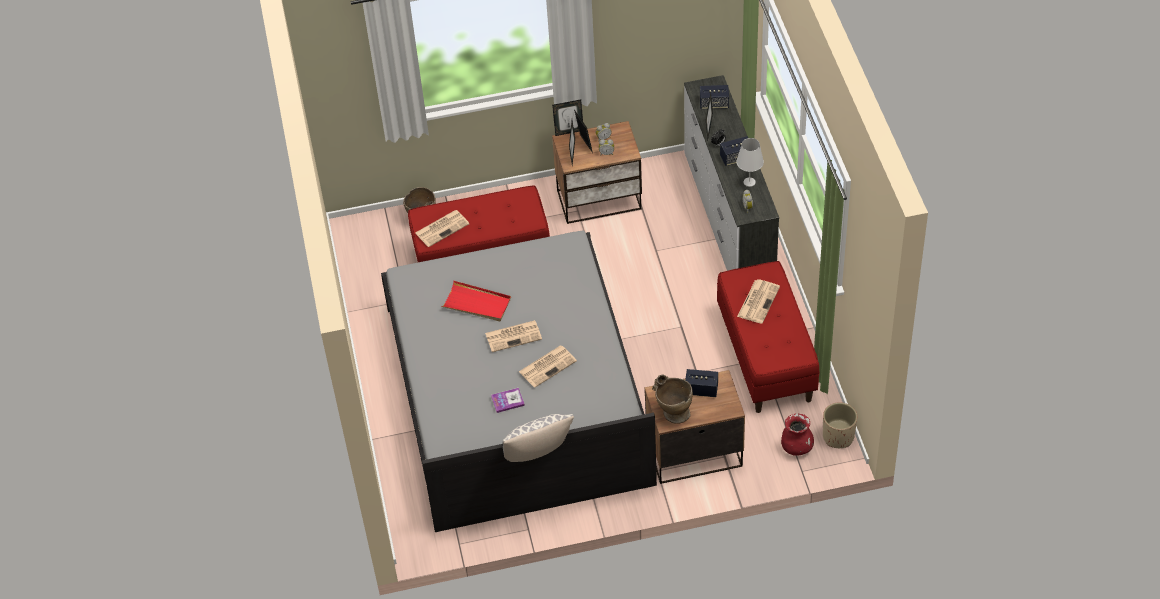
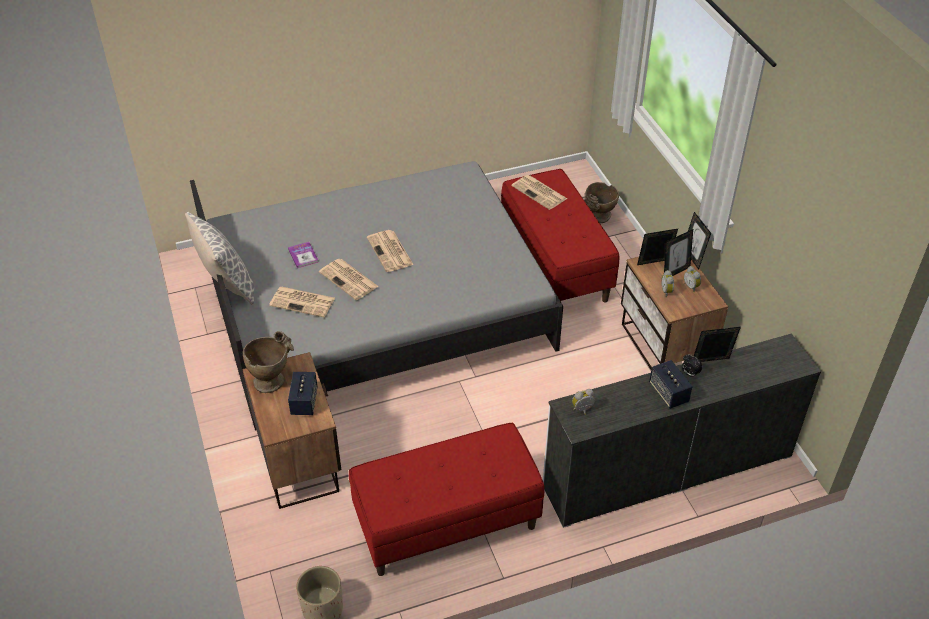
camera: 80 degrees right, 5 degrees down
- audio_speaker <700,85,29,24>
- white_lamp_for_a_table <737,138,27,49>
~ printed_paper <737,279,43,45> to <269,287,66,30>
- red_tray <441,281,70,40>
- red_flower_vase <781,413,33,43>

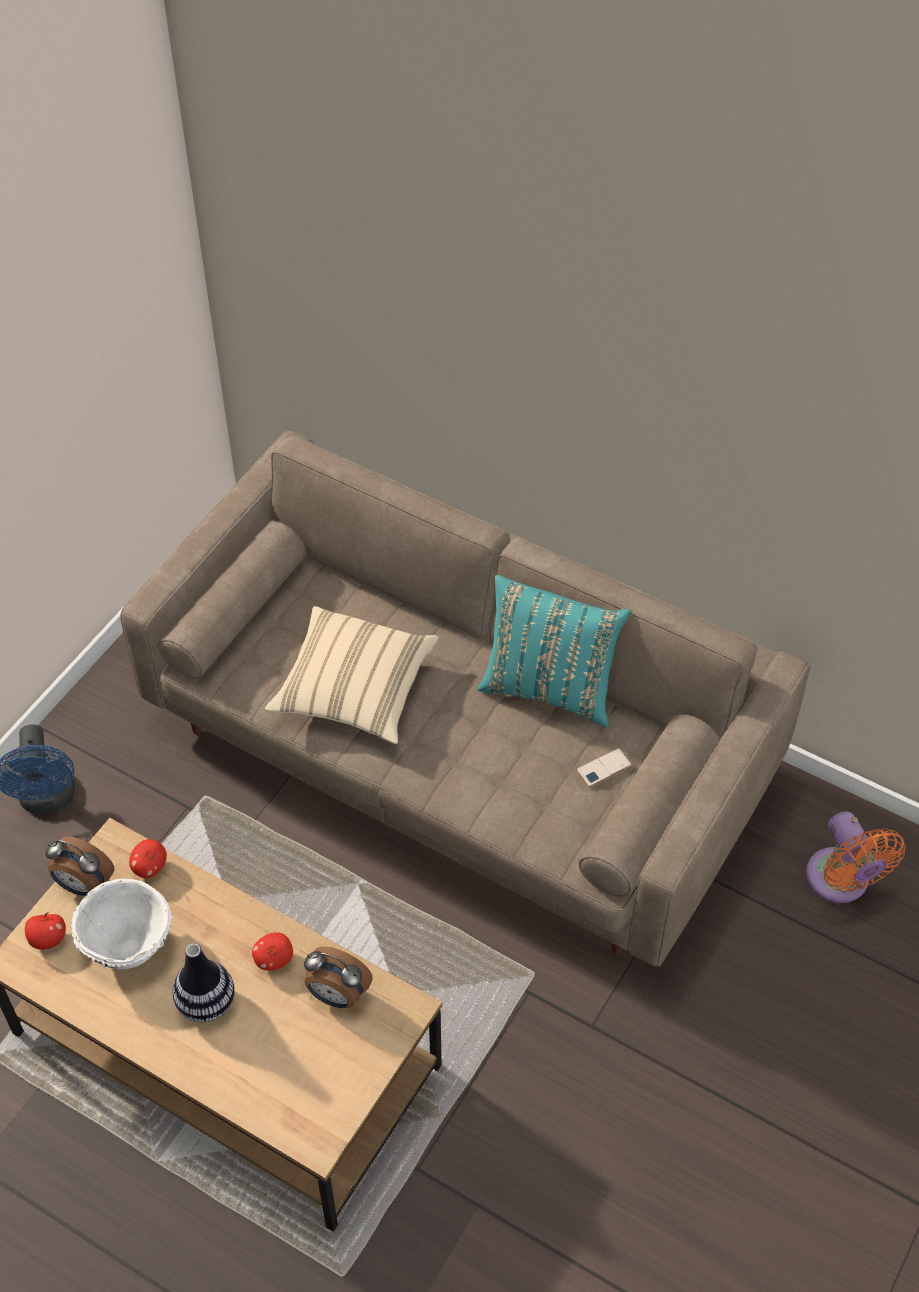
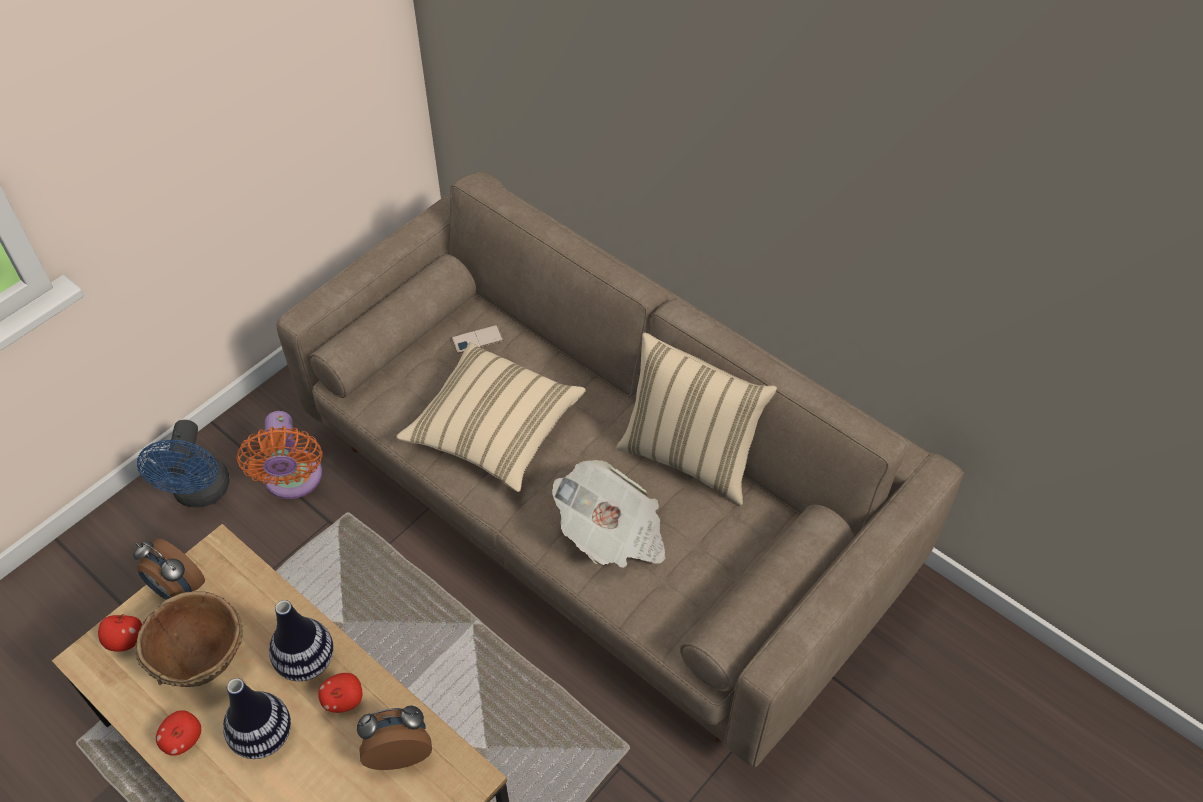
camera: 10 degrees right, 0 degrees up
~ turquoise_throw_pillow <477,575,153,152> to sand-coloured_throw_pillow <616,333,161,173>
~ handset <576,748,56,39> to <452,325,52,29>
~ orange-coloured_cooling_fan <806,811,99,92> to <236,411,87,88>
~ whole_apple <129,839,38,39> to <156,710,45,46>
~ white_serving_bowl <71,879,101,90> to brown-coloured_serving_bowl <135,591,108,96>
~ bedside_clock <304,947,69,61> = <357,706,75,64> 135 degrees clockwise
+ printed_paper <552,460,114,108>
+ flower_vase <269,600,65,81>

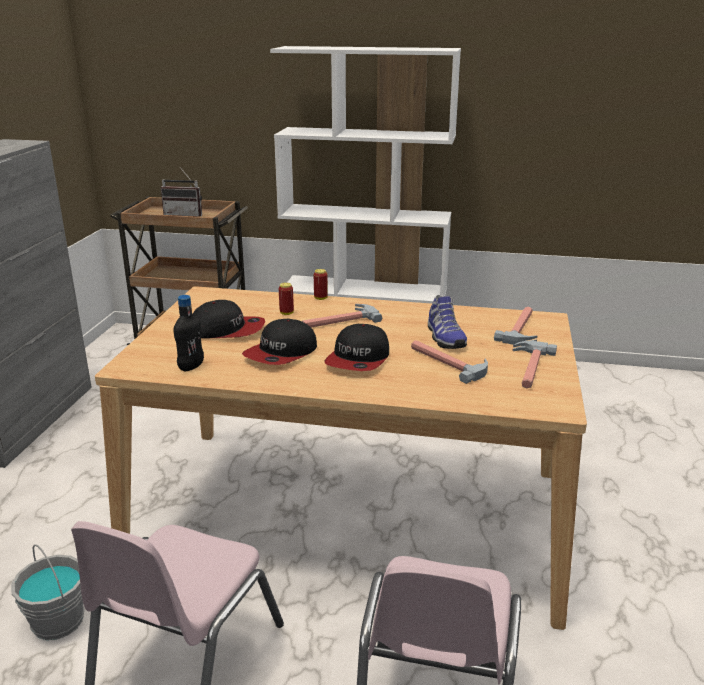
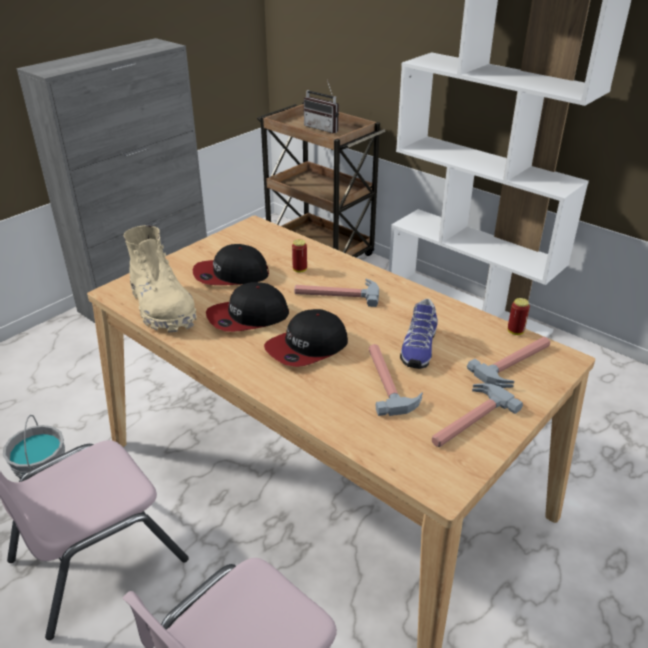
camera: 30 degrees right, 10 degrees up
~ metal_can <314,269,14,31> to <508,298,22,37>
~ blackish_bottle <174,295,30,76> to sand-coloured_tall_boot <124,225,73,108>
~ peaked_cap <193,300,72,39> = <193,244,76,41> 135 degrees clockwise

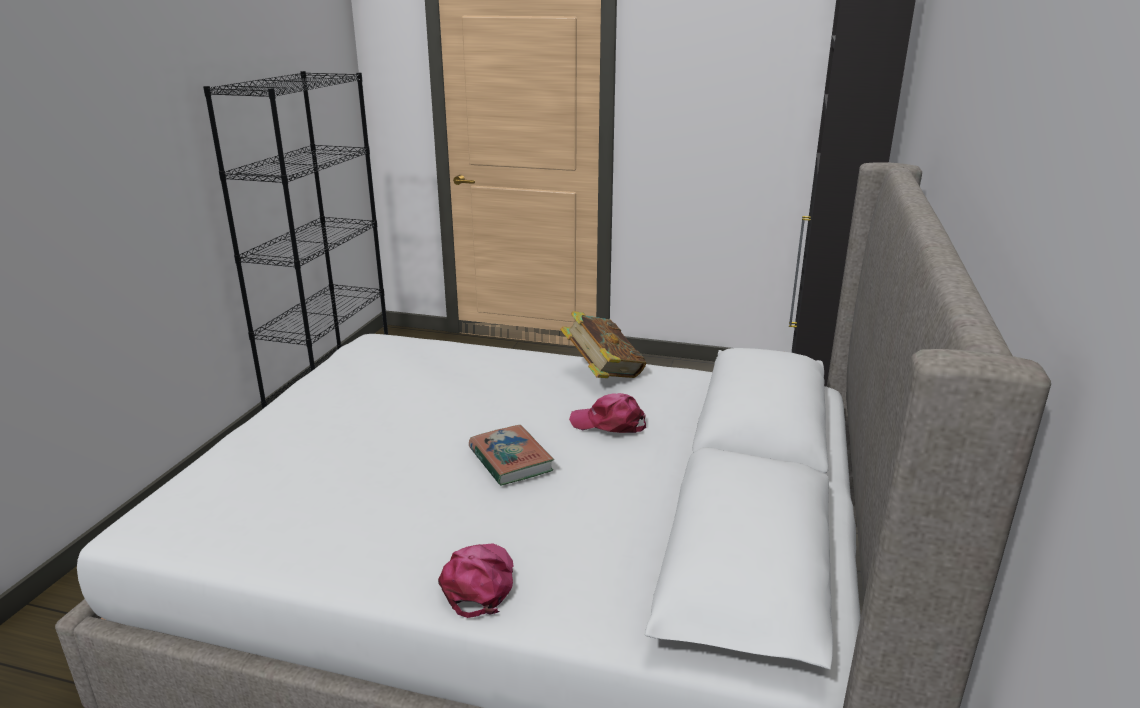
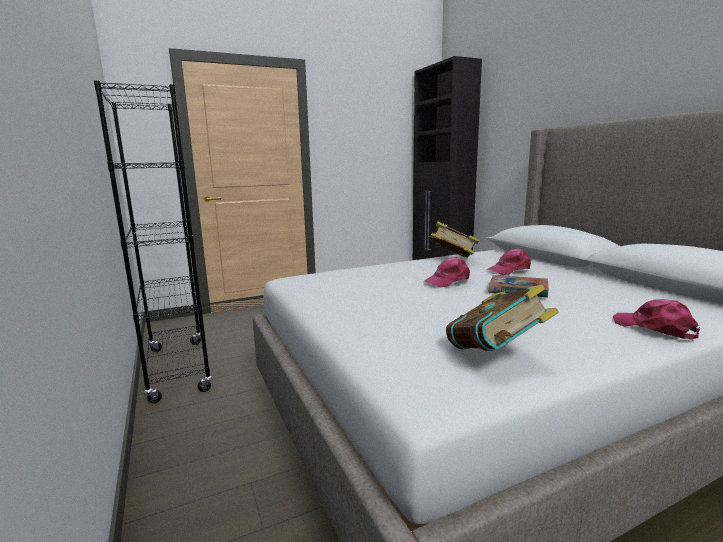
camera: 40 degrees left, 10 degrees down
+ pink_peaked_cap <423,257,47,30>
+ bound_book <446,285,112,66>

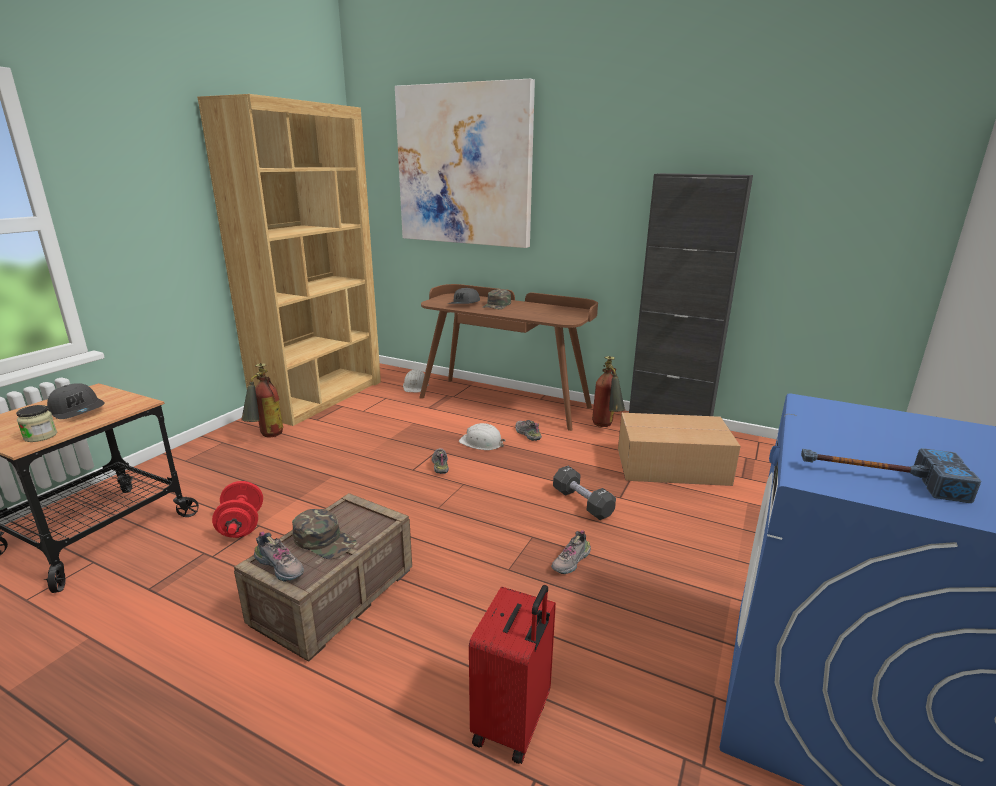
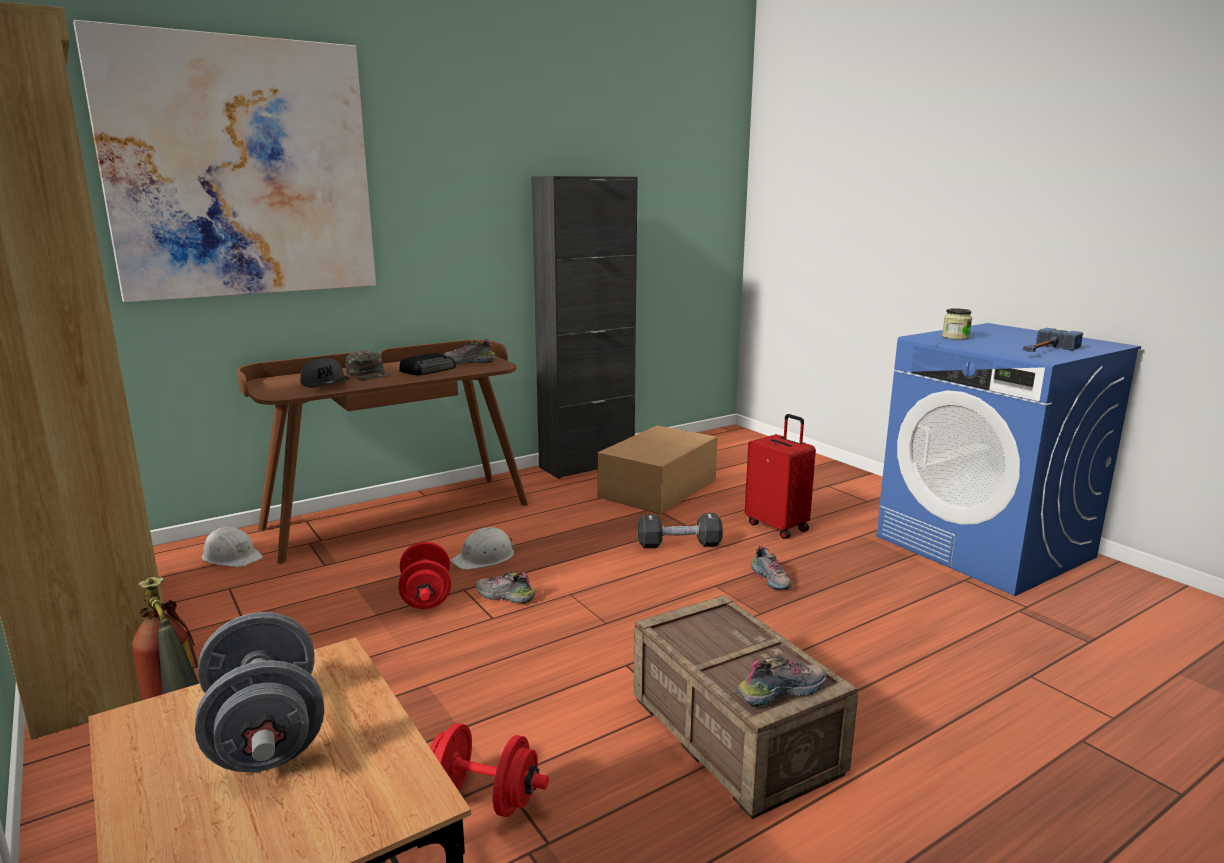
camera: 60 degrees left, 5 degrees down
- fire_extinguisher <592,356,33,71>
~ gray_peaked_cap <47,383,58,36> to gray_dumbbell <195,612,129,160>
~ jar <16,405,41,37> to <942,308,30,32>
~ low_shoe <515,420,27,21> to <444,339,51,25>
- greenish_peaked_cap <292,509,65,50>
~ red_suitcase <469,585,87,179> to <745,414,71,125>
+ radio_receiver <399,352,57,23>
+ red_dumbbell <398,542,53,67>

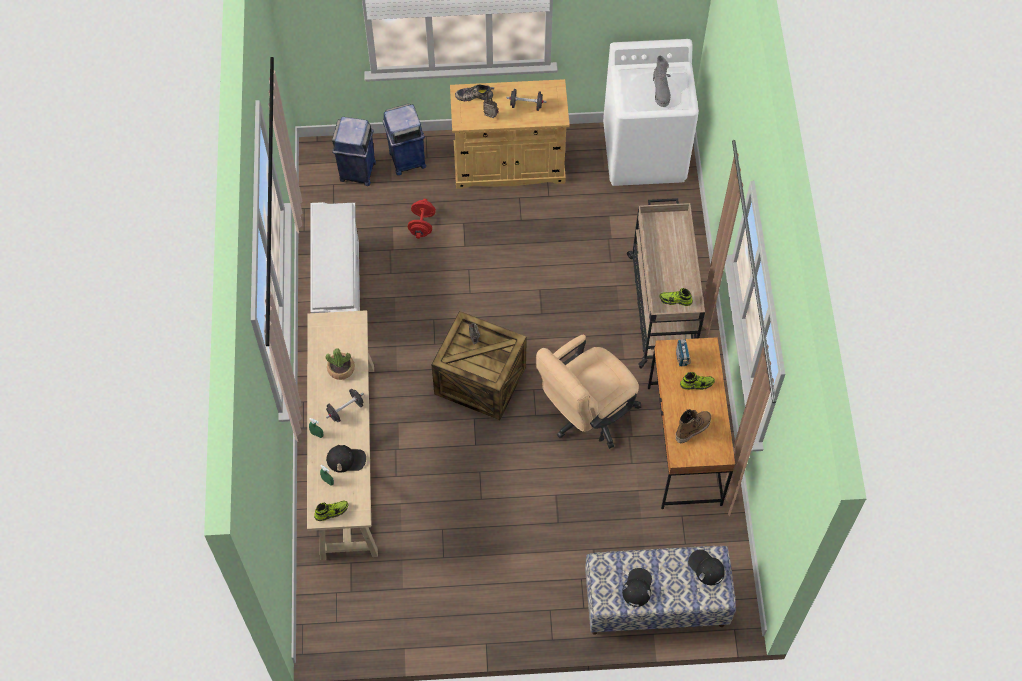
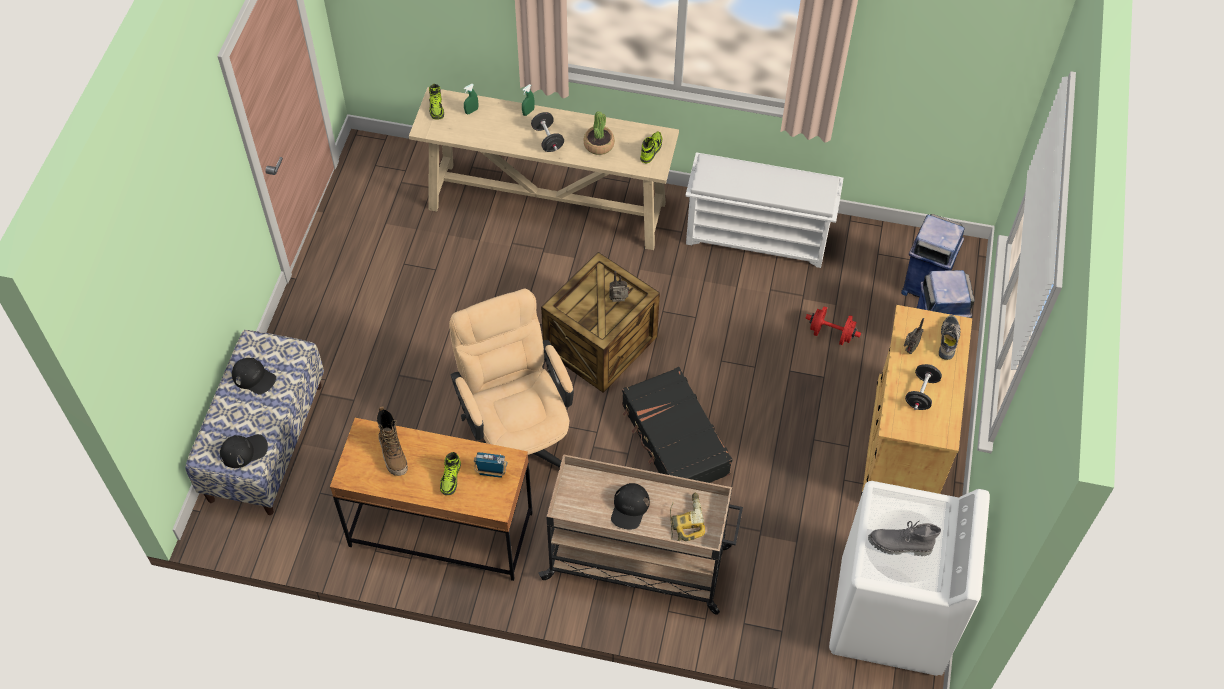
camera: 105 degrees right, 5 degrees down
~ low_shoe <659,288,34,18> to <640,131,22,32>
~ blackish_peaked_cap <326,445,40,28> to <611,483,39,46>
+ blackish_suitcase <622,367,111,116>
+ power_drill <670,492,35,49>

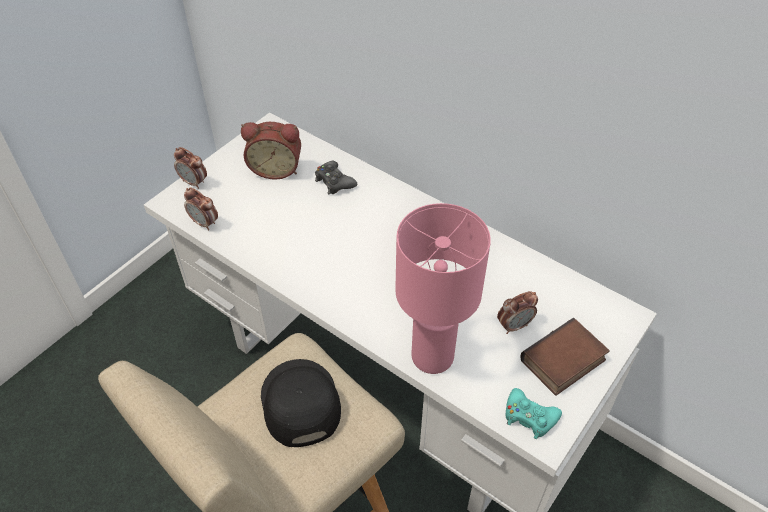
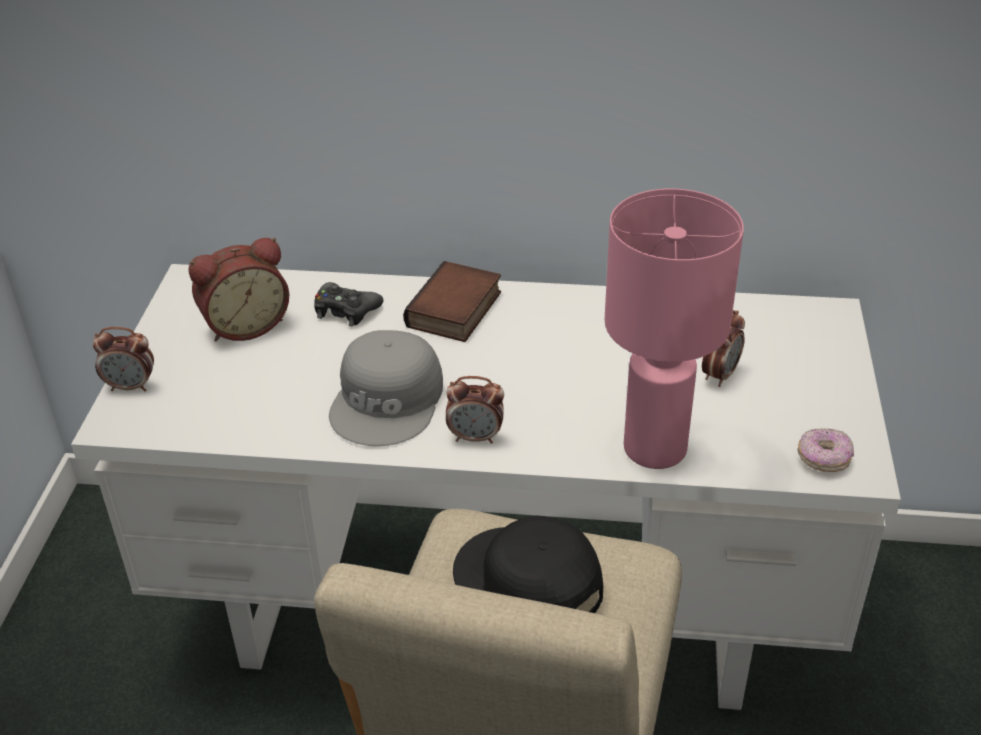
camera: 30 degrees left, 10 degrees down
~ bedside_clock <184,187,34,43> to <446,376,58,68>
~ bound_book <520,318,90,78> to <403,261,98,81>
~ turquoise_game_controller <506,388,56,51> to doughnut <797,428,57,44>
+ gray_peaked_cap <329,330,114,116>

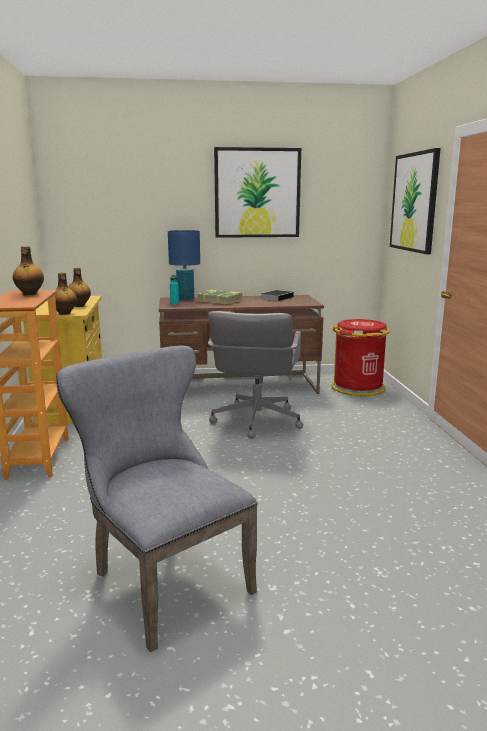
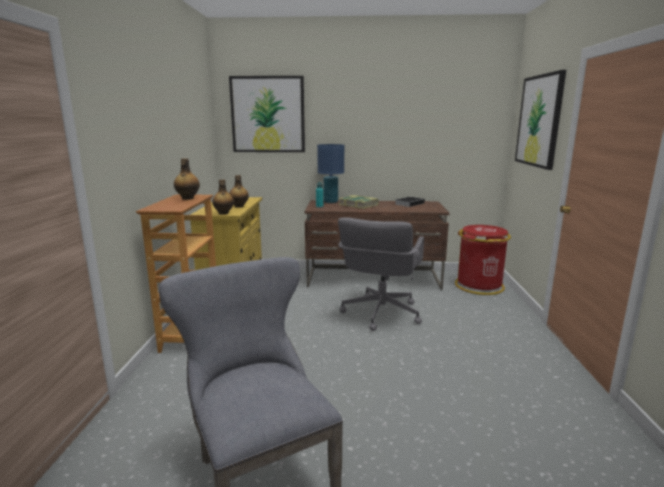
camera: 10 degrees right, 0 degrees up
~ picture <214,147,87,91> to <229,76,76,76>

